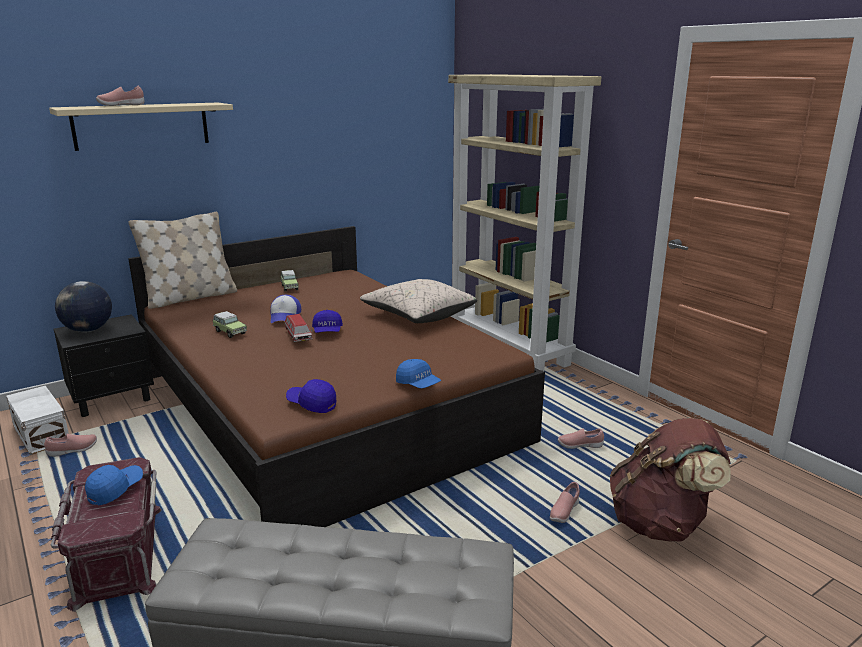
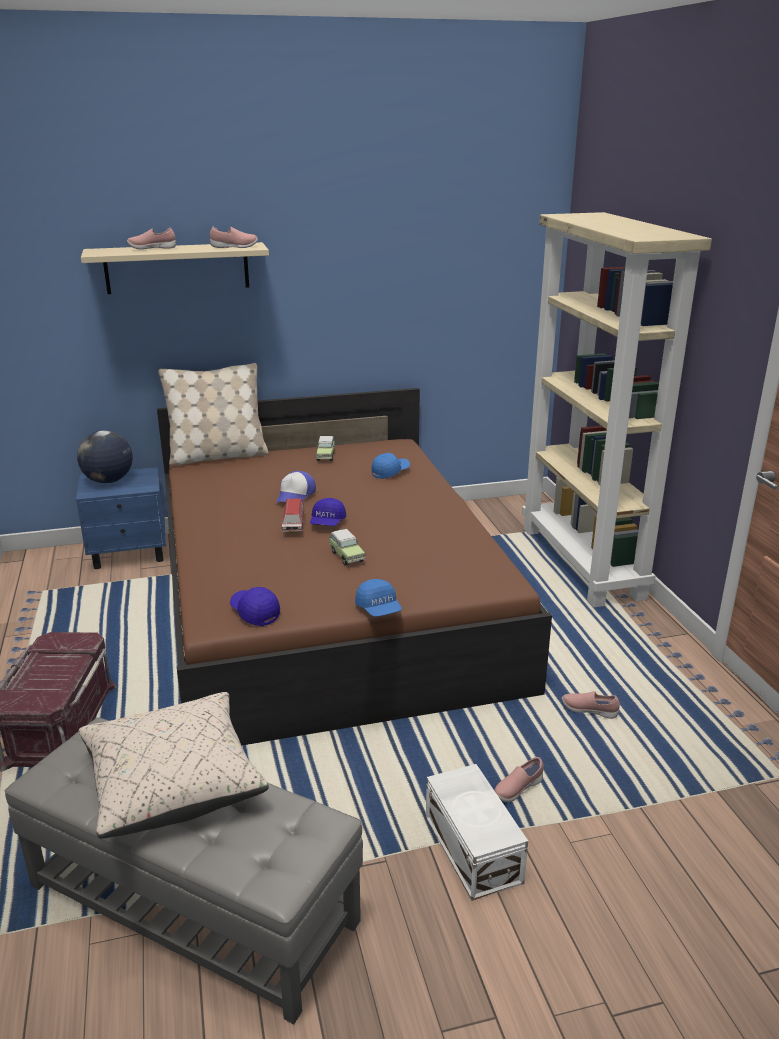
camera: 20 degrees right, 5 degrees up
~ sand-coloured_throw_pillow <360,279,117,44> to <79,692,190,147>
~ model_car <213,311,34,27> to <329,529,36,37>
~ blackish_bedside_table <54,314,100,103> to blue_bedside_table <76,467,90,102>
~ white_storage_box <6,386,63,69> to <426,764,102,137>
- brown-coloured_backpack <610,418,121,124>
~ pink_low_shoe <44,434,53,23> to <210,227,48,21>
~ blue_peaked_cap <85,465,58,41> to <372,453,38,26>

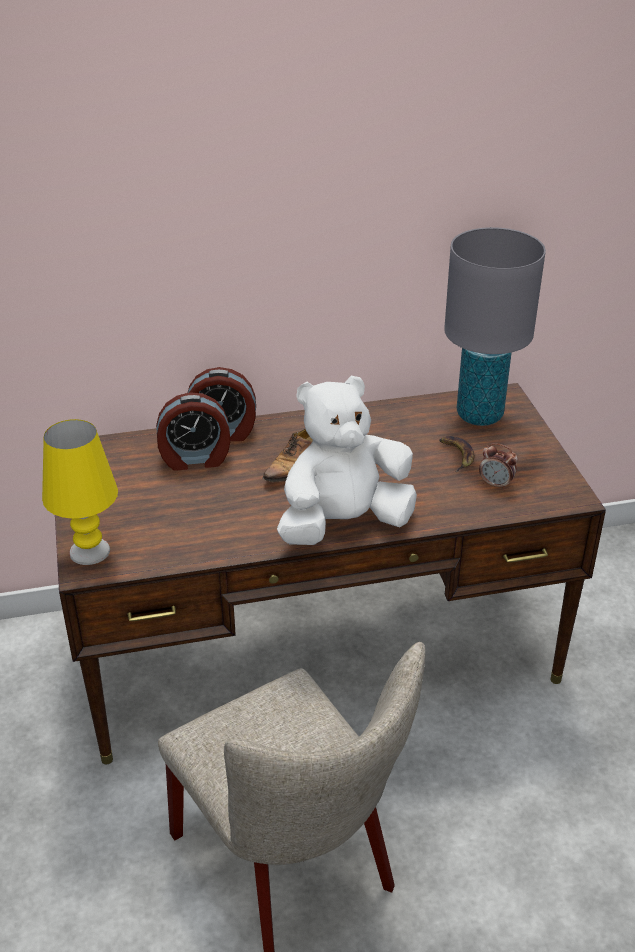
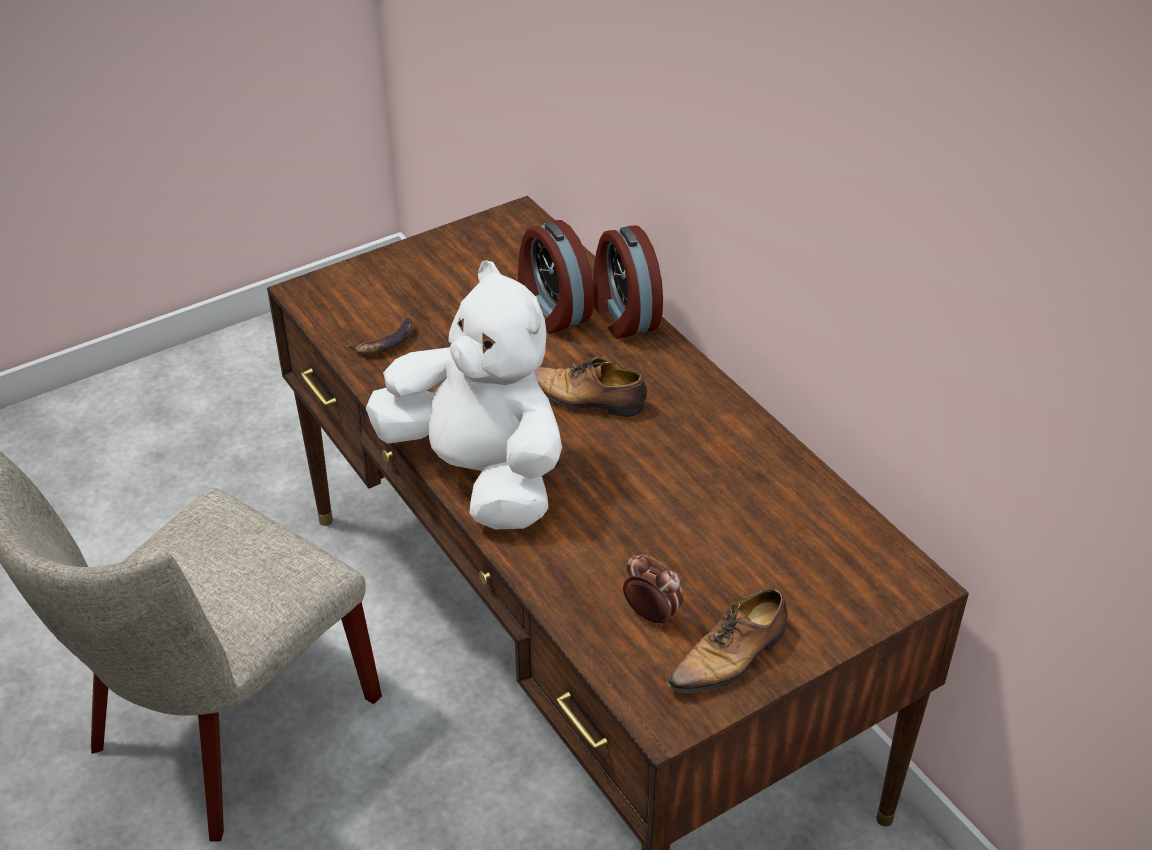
camera: 70 degrees right, 5 degrees up
- gray_lamp_for_a_table <444,227,102,199>
- yellow-coloured_lamp_for_a_table <42,419,76,146>
~ banana_fruit <439,436,35,36> to <345,317,70,37>
~ bedside_clock <479,443,39,47> = <623,554,60,73> 120 degrees clockwise
+ low_shoe <667,589,121,104>

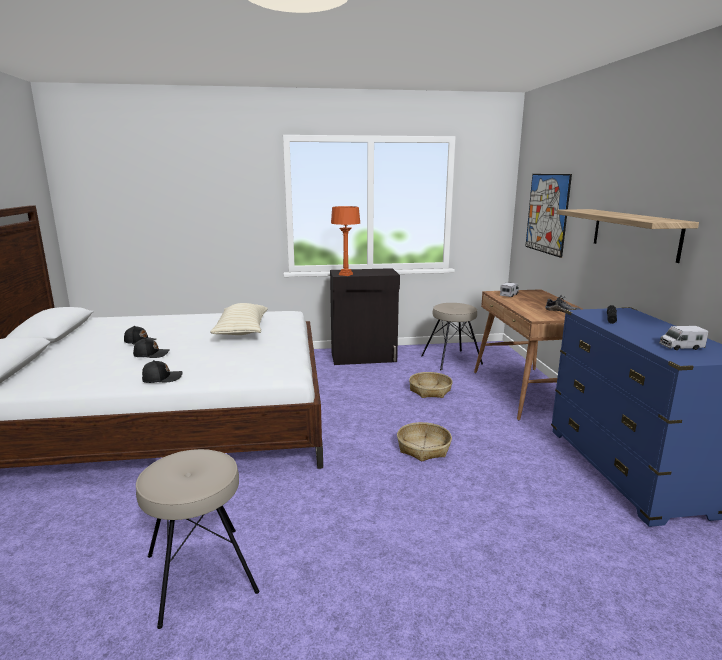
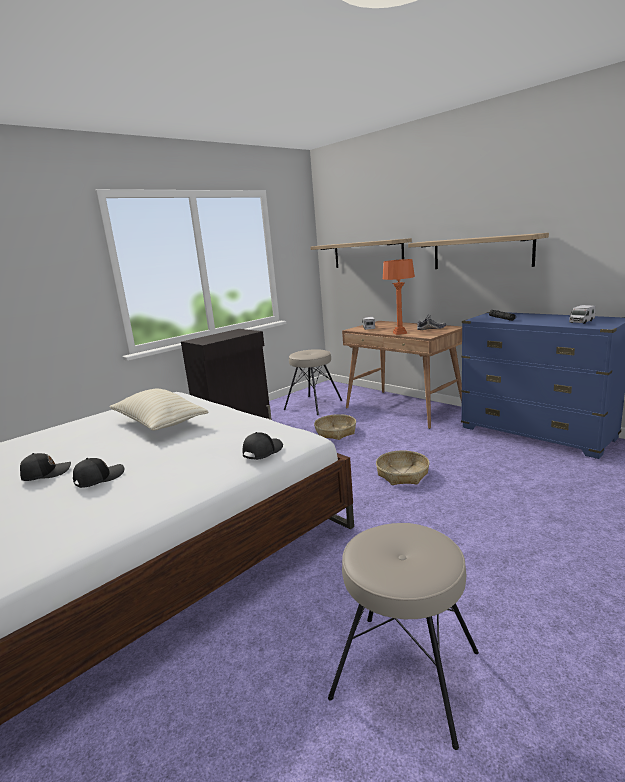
camera: 35 degrees left, 0 degrees up
~ picture <525,174,47,84> to wall_shelf <310,238,102,30>
~ orange-coloured_lamp_for_a_table <331,206,29,70> to <383,259,32,76>
~ blackish_peaked_cap <142,360,41,23> to <242,432,41,28>

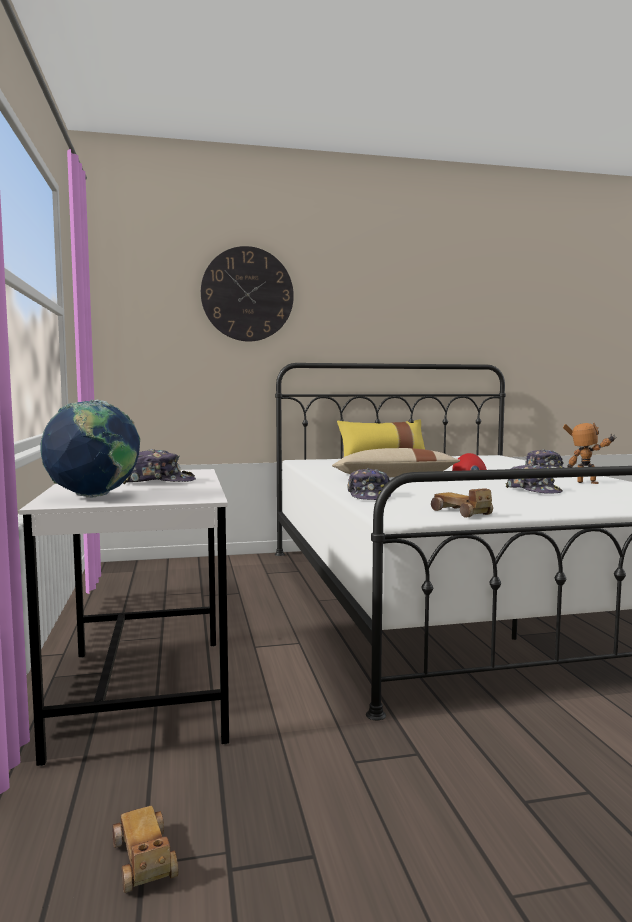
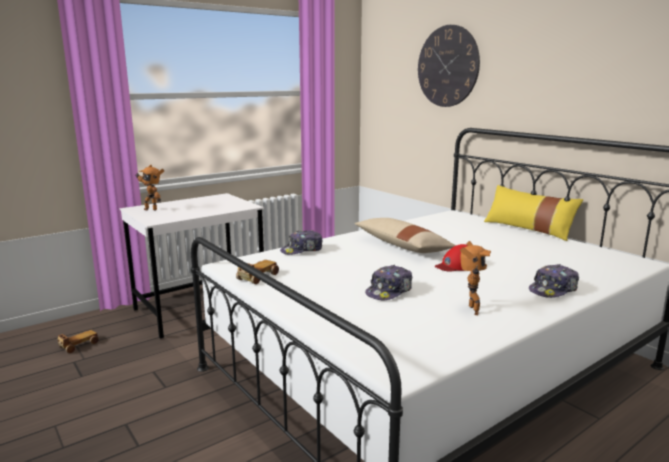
camera: 65 degrees right, 10 degrees up
~ globe <40,400,100,98> to toy_robot <136,164,28,47>
- peaked_cap <123,449,73,35>

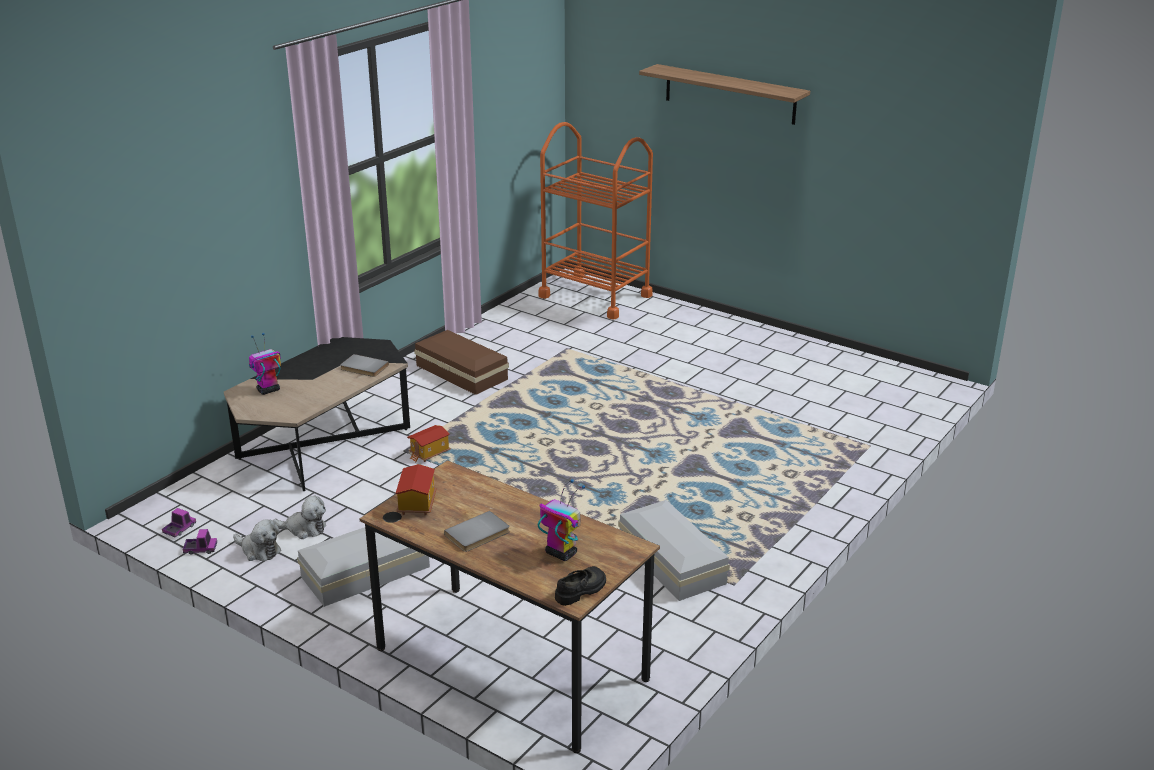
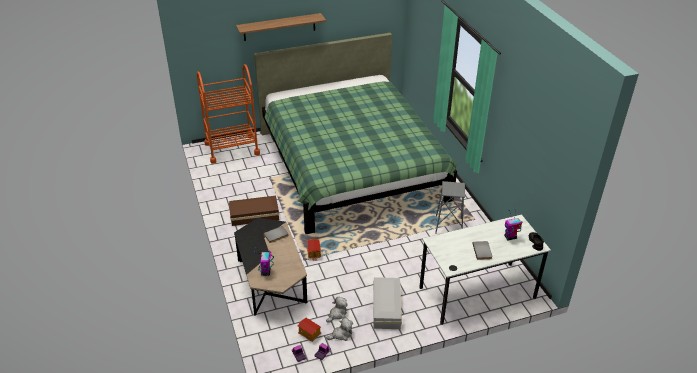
camera: 55 degrees left, 10 degrees up
~ brown-coloured_desk <359,460,301,293> to white_desk <420,214,131,111>
~ model_house <396,464,41,52> to <297,318,24,24>
~ white_storage_box <618,500,112,101> to gray_stool_seat <435,181,30,53>
+ greenish_sleeping_bed <254,33,203,201>

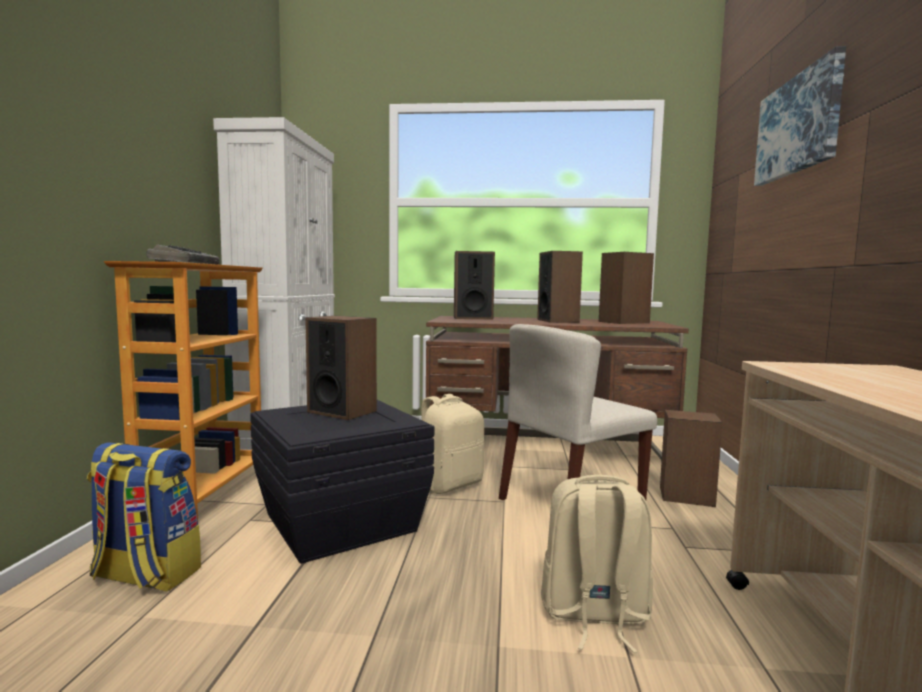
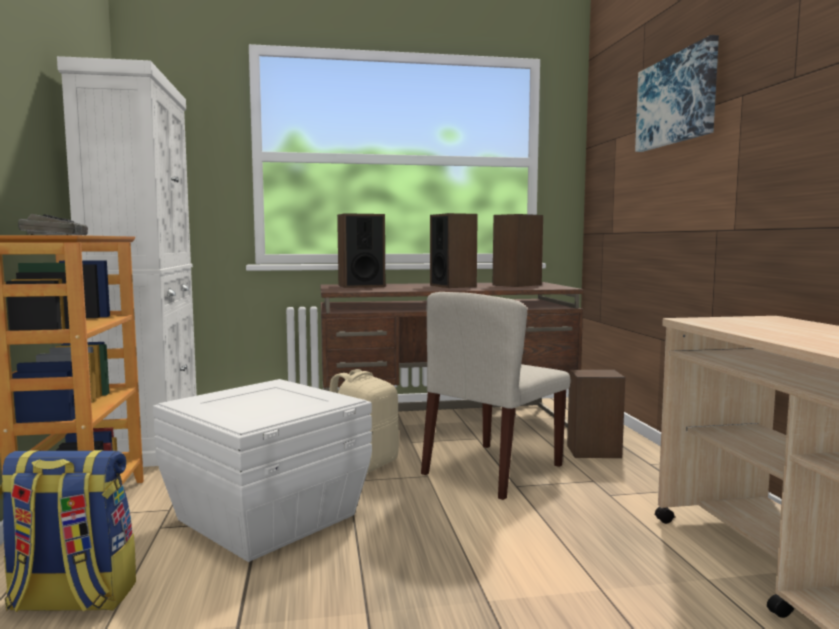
camera: 15 degrees left, 0 degrees up
- audio_speaker <305,316,72,104>
~ blackish_storage_box <250,400,184,164> to white_storage_box <153,379,219,183>
- sand-coloured_backpack <541,475,112,178>

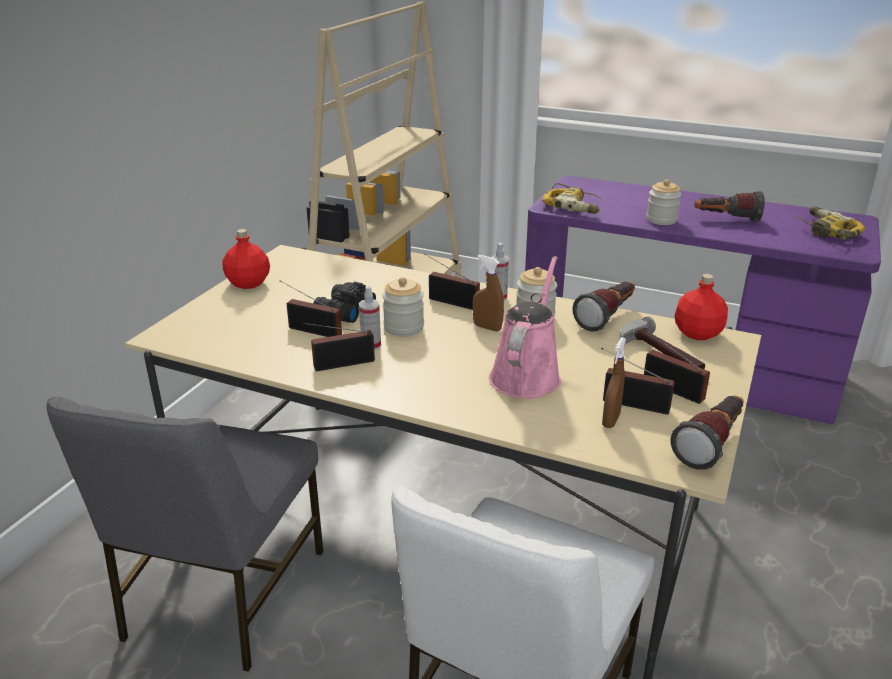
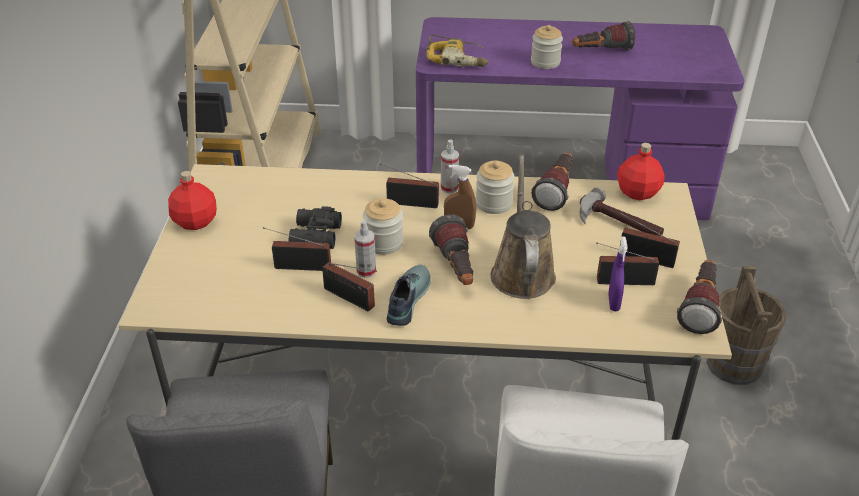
camera: 20 degrees left, 10 degrees up
- power_drill <797,206,69,34>
~ pink_sprinkling_can <489,256,72,143> to brown-coloured_sprinkling_can <491,155,65,144>
~ radio_receiver <303,323,72,48> = <322,262,55,50> 105 degrees counterclockwise
~ brown-coloured_sprayer <602,337,24,91> to purple_sprayer <608,236,20,75>
+ hand_torch <429,214,44,71>
+ low_shoe <387,265,44,61>
+ brown-coloured_pail <707,266,79,119>

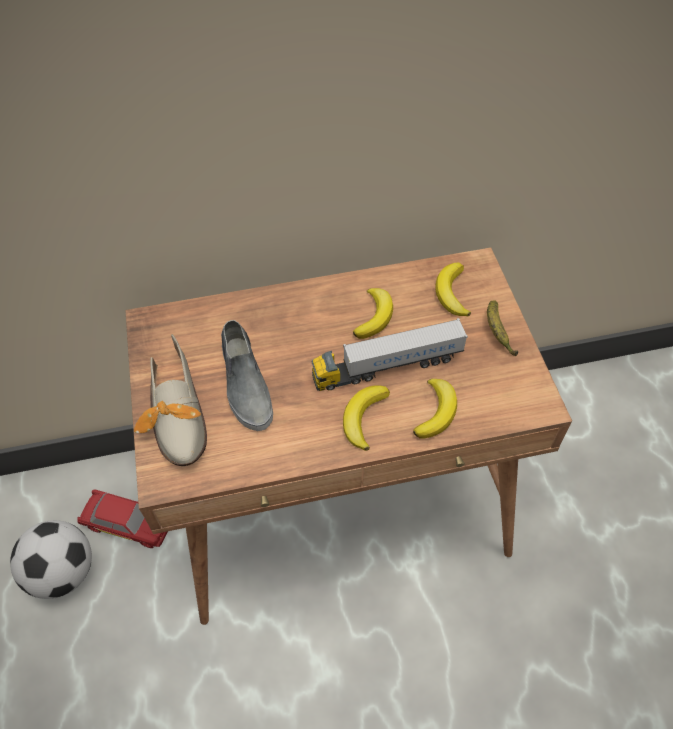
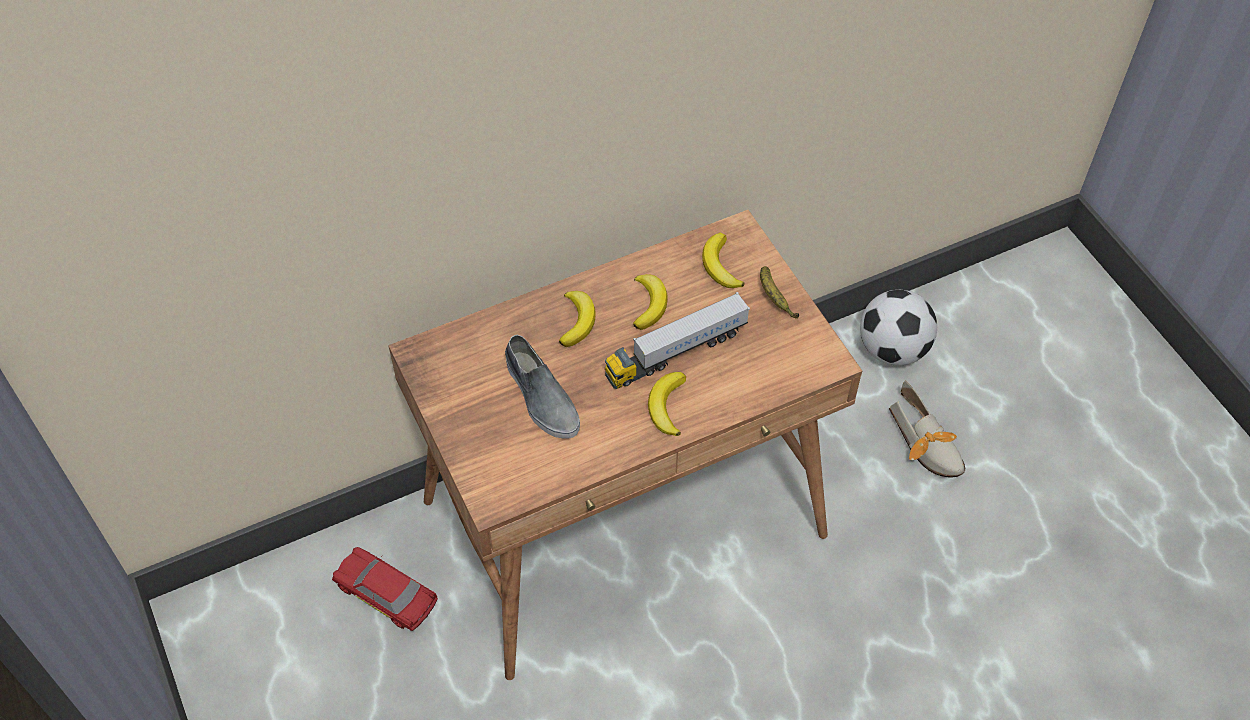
camera: 15 degrees left, 0 degrees up
~ low_shoe <134,334,73,132> to <889,380,76,97>
~ banana_fruit <413,379,44,59> to <559,291,37,56>
~ red_model_car <77,489,91,59> = <332,547,106,84> 150 degrees counterclockwise
~ football <10,520,82,79> to <860,290,77,75>

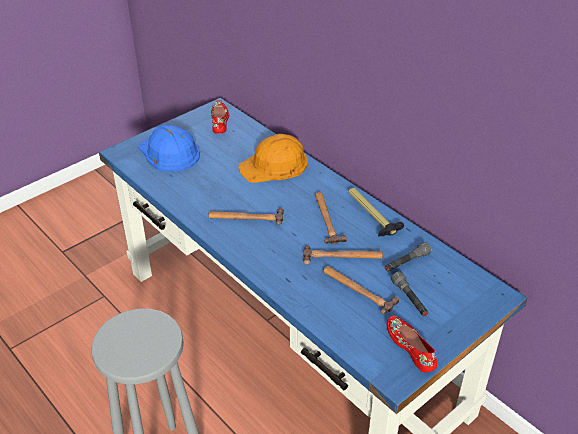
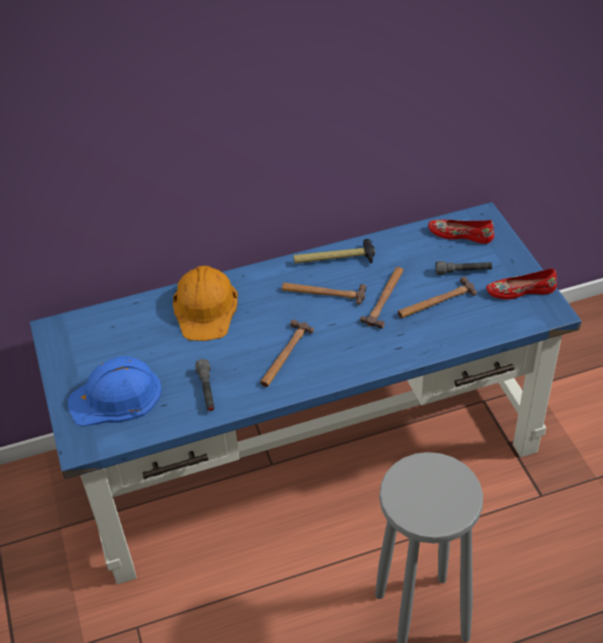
camera: 65 degrees left, 5 degrees up
~ red_low_shoe <211,101,18,32> to <428,220,66,24>
~ gray_hand_torch <385,242,46,30> to <195,359,20,52>

